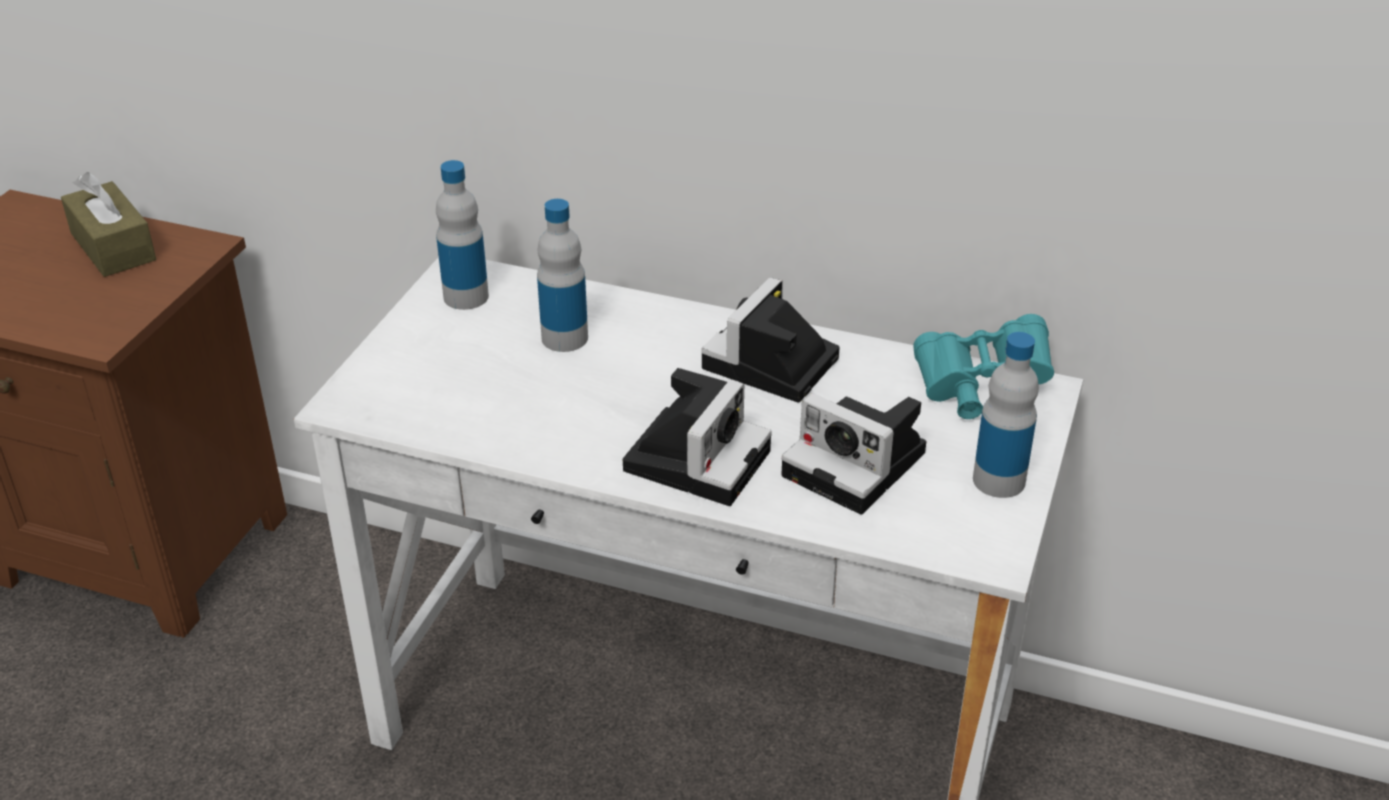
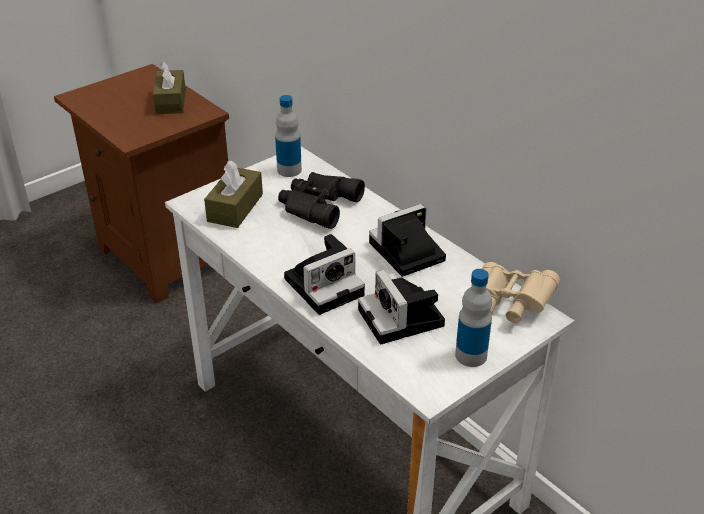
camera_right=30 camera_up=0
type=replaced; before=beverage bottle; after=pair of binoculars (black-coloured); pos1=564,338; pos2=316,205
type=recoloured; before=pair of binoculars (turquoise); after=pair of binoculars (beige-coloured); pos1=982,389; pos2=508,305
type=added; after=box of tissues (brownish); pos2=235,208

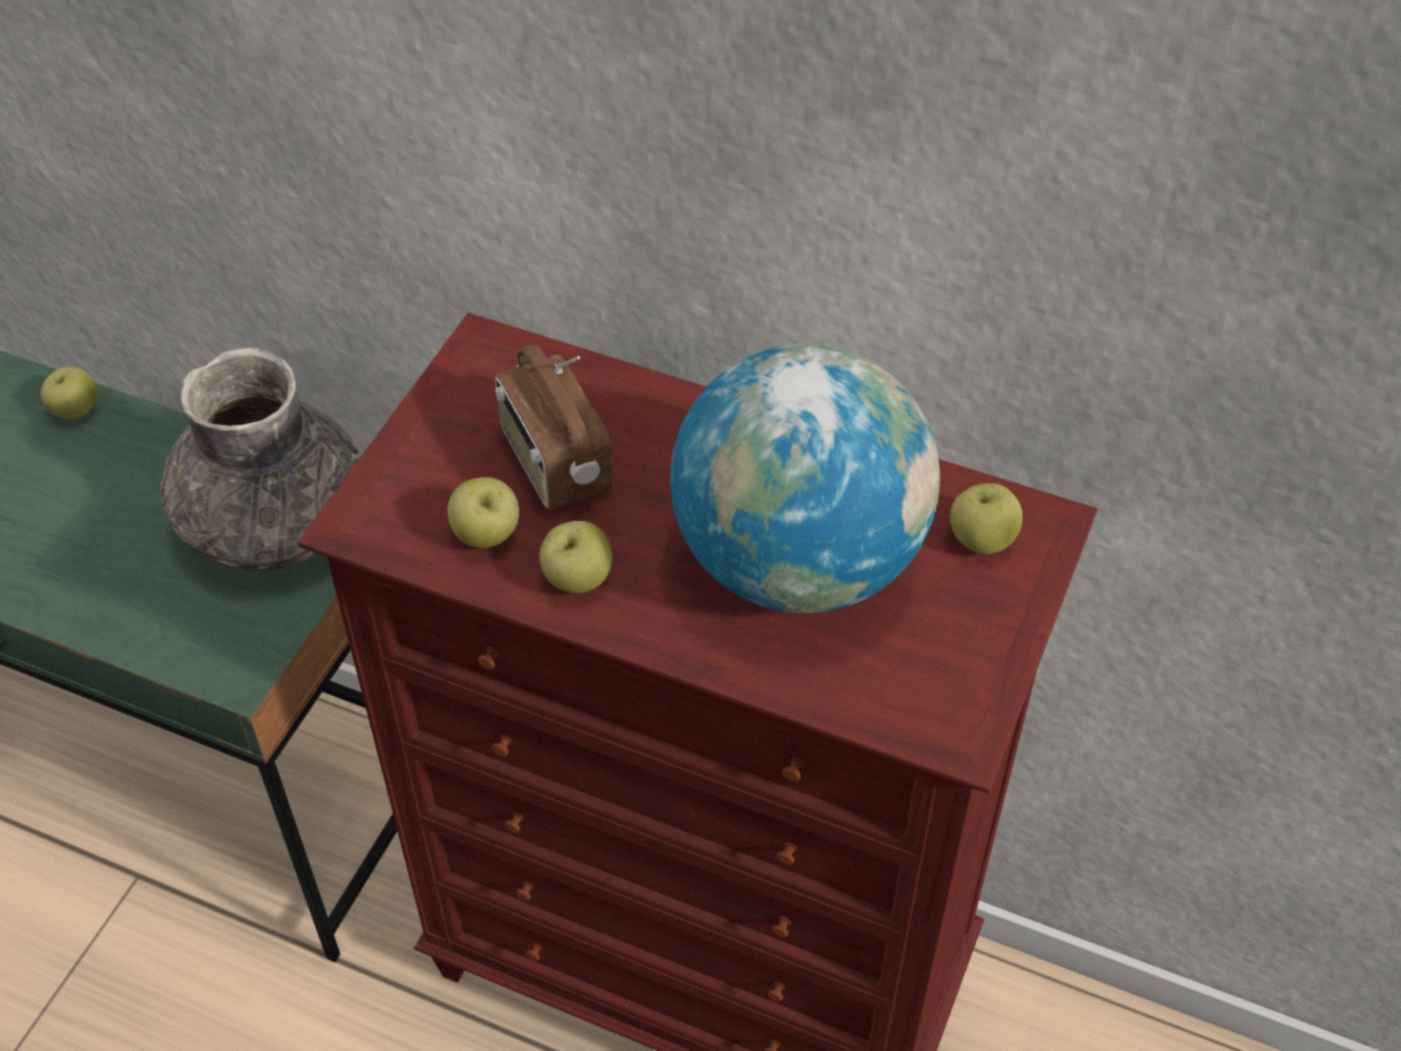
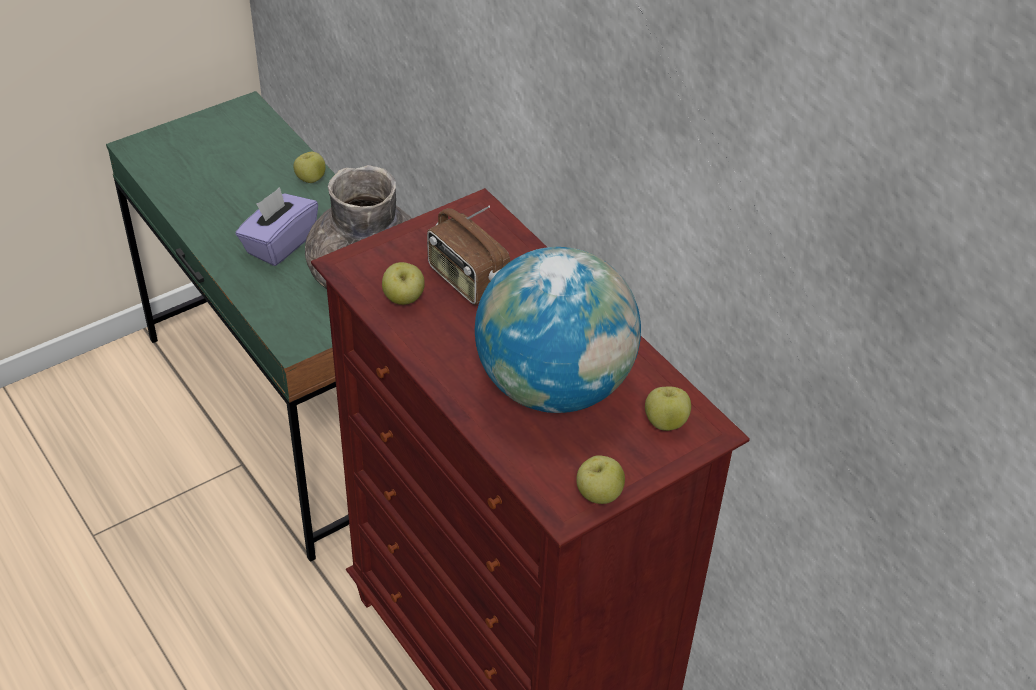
camera_right=30 camera_up=-5
type=turned; before=radio set; pos1=554,463; pos2=466,280; turn=-45
type=moved; before=apple fruit; pos1=578,580; pos2=598,495
type=added; after=box of tissues (purple-coloured); pos2=279,244

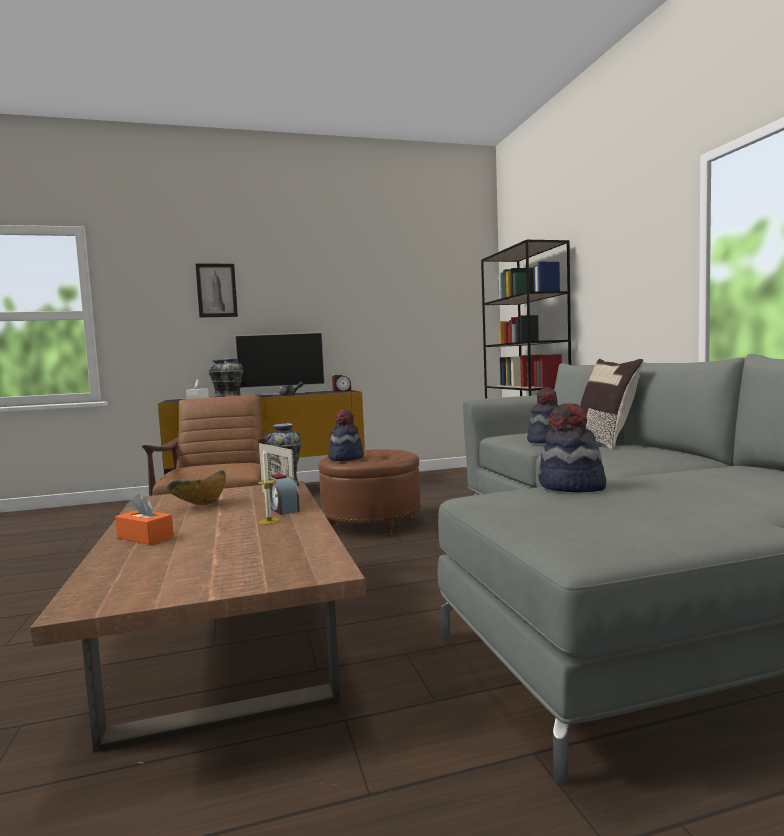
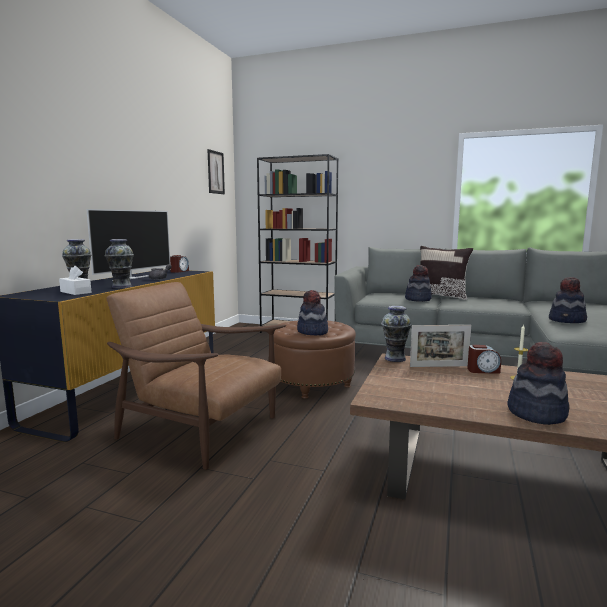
camera_right=-55 camera_up=5
type=moved; before=picture; pos1=216,290; pos2=215,172
type=removed; before=bowl; pos1=200,505
type=replaced; before=box of tissues (orange); after=wearable hat; pos1=145,537; pos2=536,413

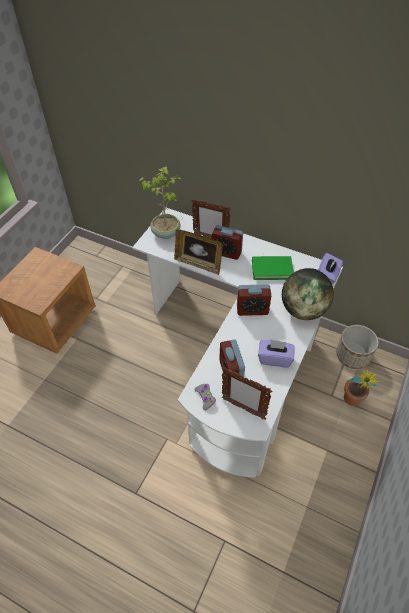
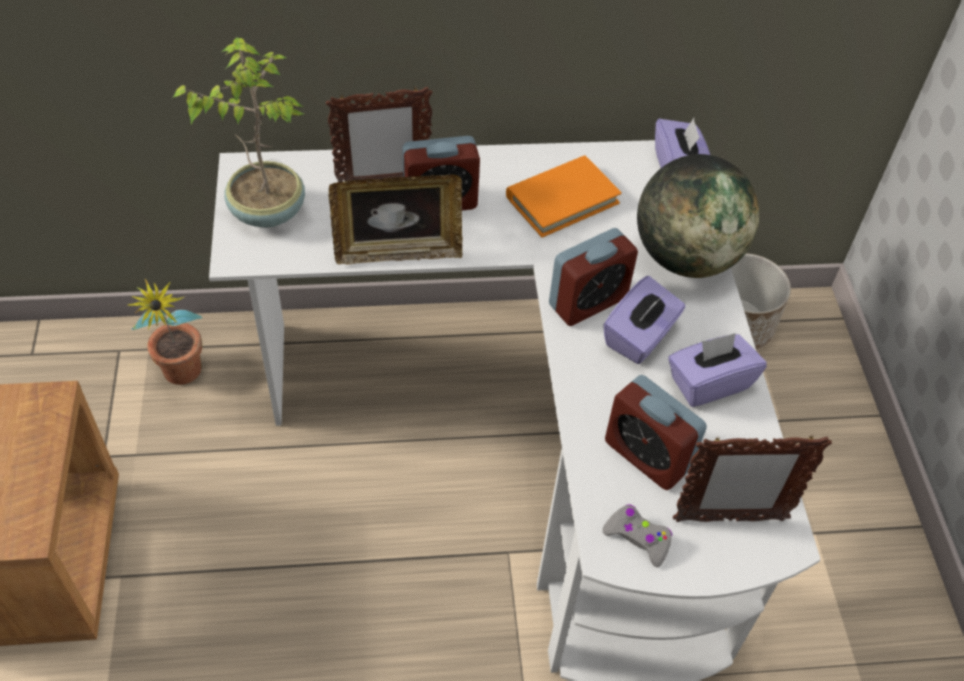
camera_right=-35 camera_up=0
type=recoloured; before=book (green); after=book (orange); pos1=272,269; pos2=562,200
type=moved; before=houseplant; pos1=351,403; pos2=182,379
type=added; after=box of tissues (purple-coloured); pos2=640,337

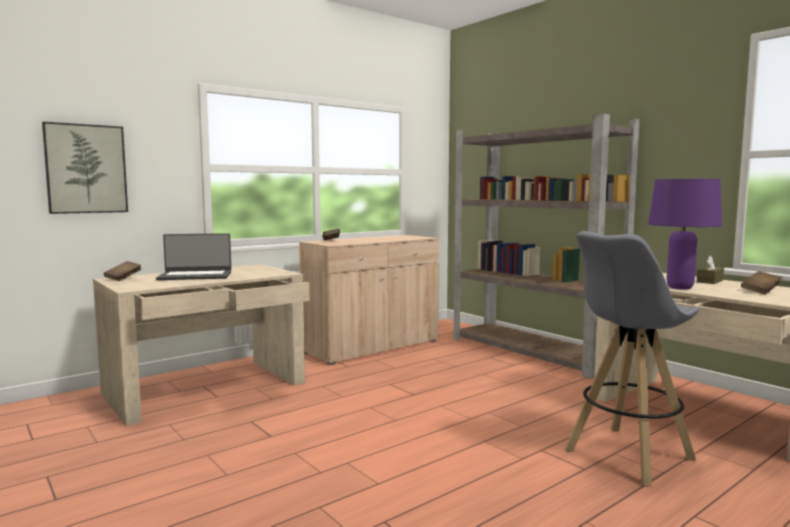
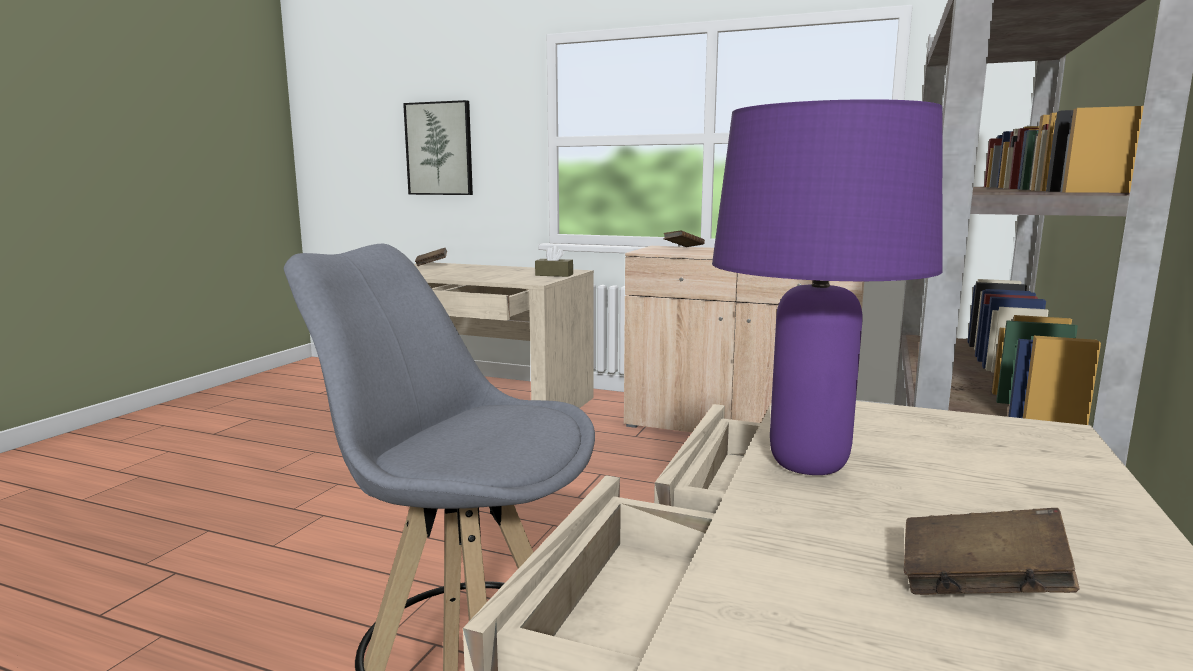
camera_right=60 camera_up=5
type=removed; before=notebook computer; pos1=195,276
type=moved; before=box of tissues (brownish); pos1=709,281; pos2=554,275

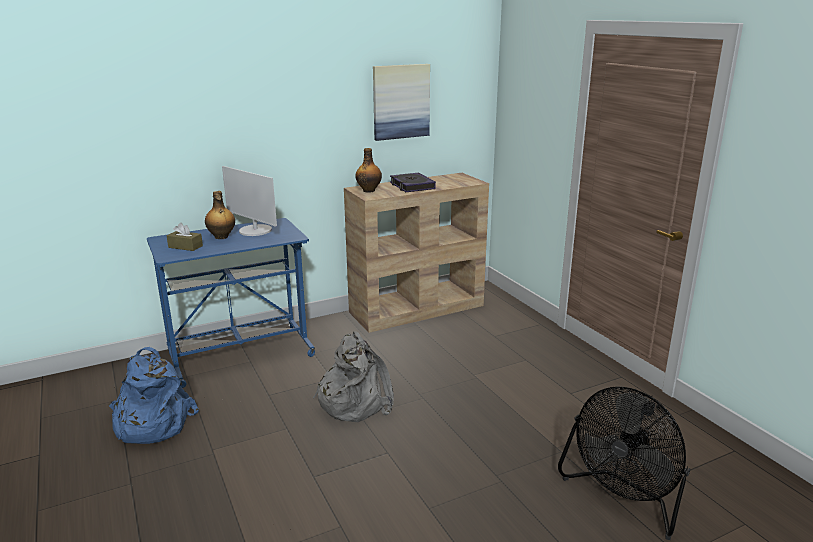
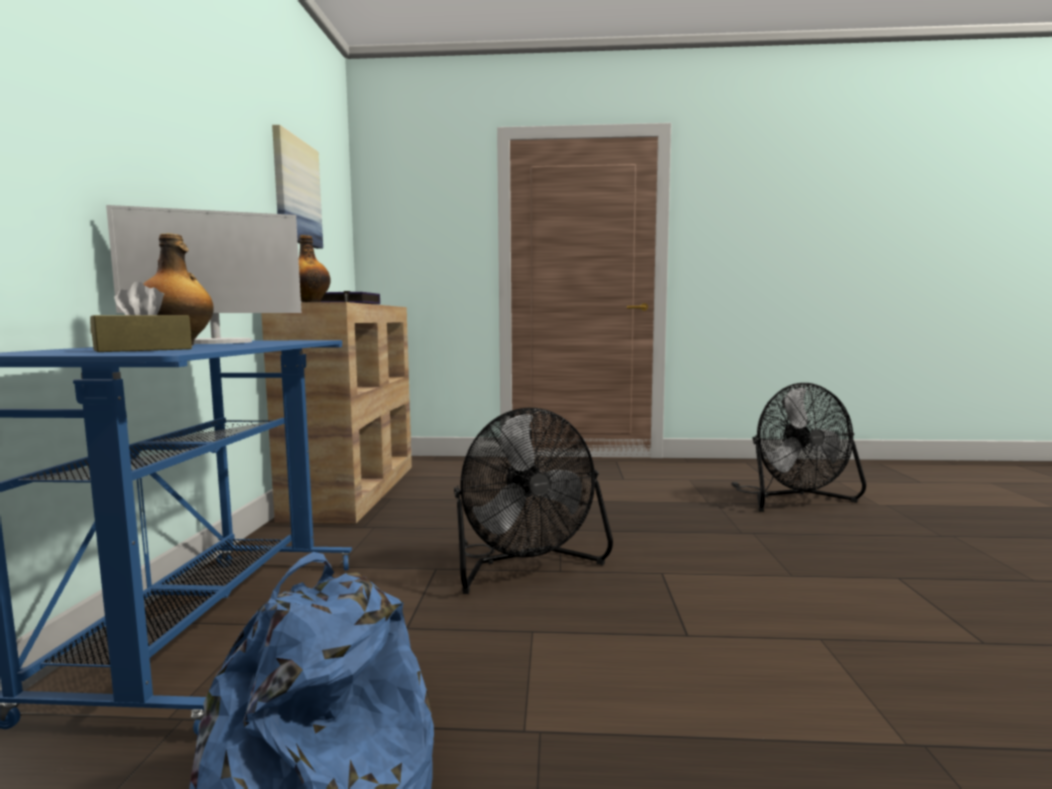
camera_right=-60 camera_up=-15
type=replaced; before=backpack (grey); after=fan (black-coloured); pos1=355,401; pos2=519,566

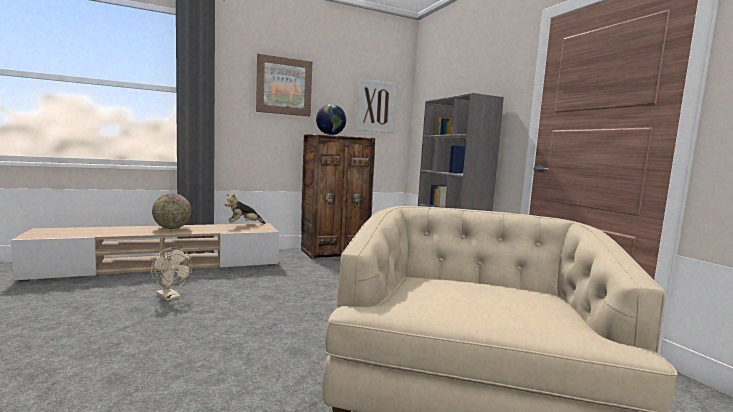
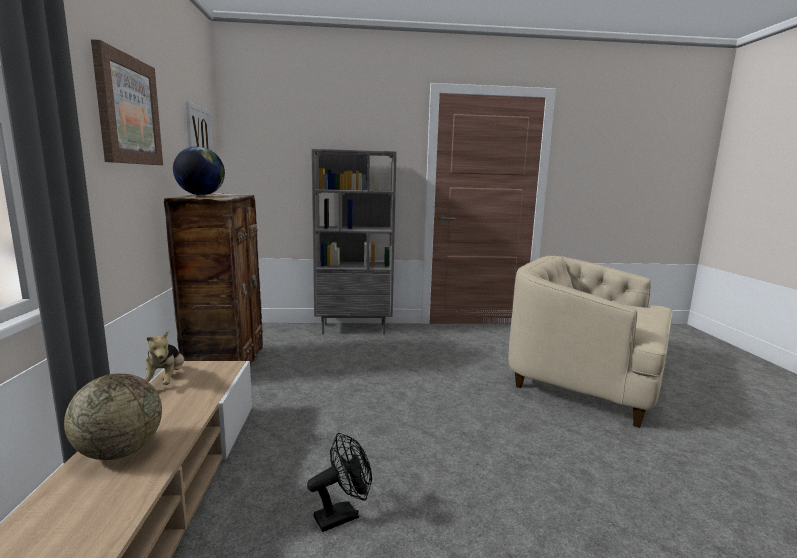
camera_right=-70 camera_up=5
type=recoloured; before=fan (beige-coloured); after=fan (black-coloured); pos1=170,297; pos2=342,515

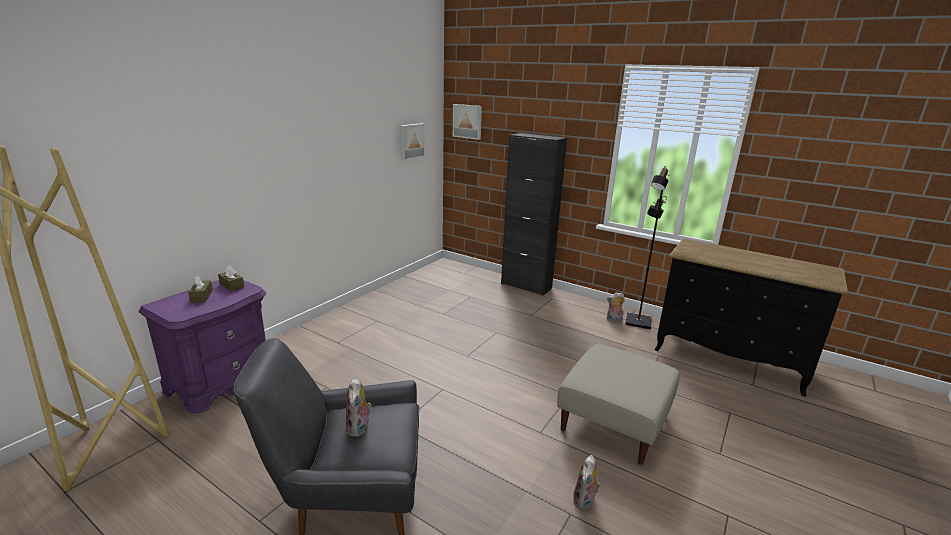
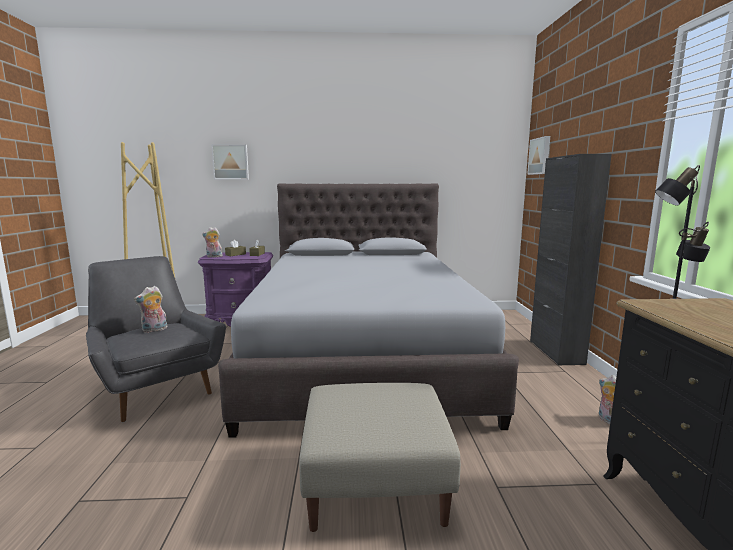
camera_right=55 camera_up=-10
type=moved; before=picture; pos1=411,141; pos2=230,162
type=moved; before=cuddly toy; pos1=585,501; pos2=213,257
type=added; after=bedroom bed (grey); pos2=363,354

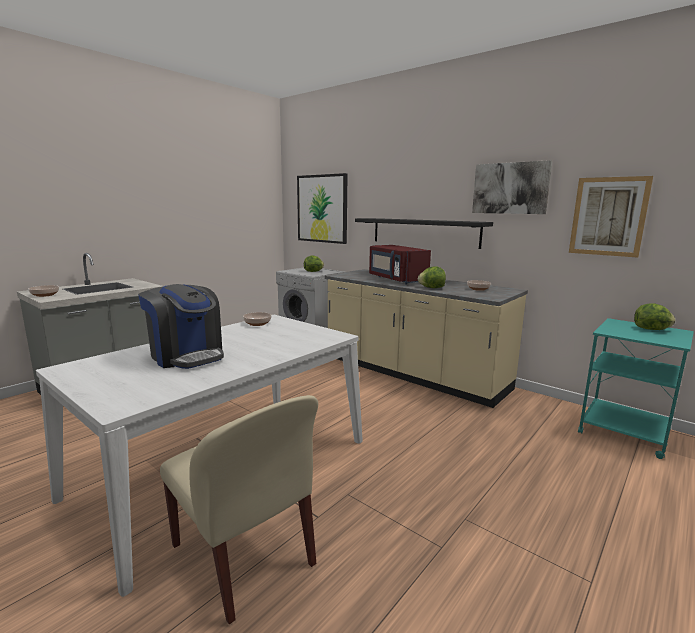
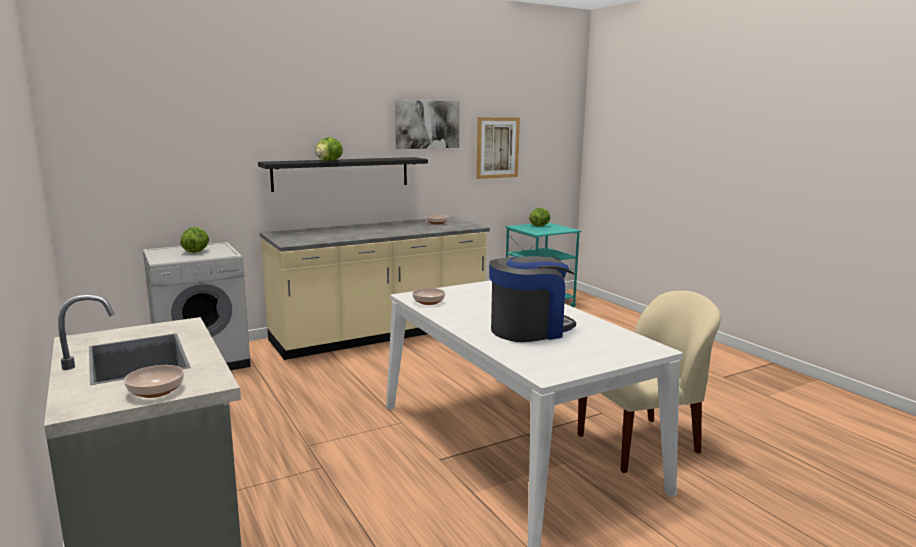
camera_right=-70 camera_up=0
type=removed; before=picture; pos1=322,208
type=removed; before=kitchen microwave (red-coloured); pos1=396,279
type=moved; before=lettuce head; pos1=431,288; pos2=328,161

